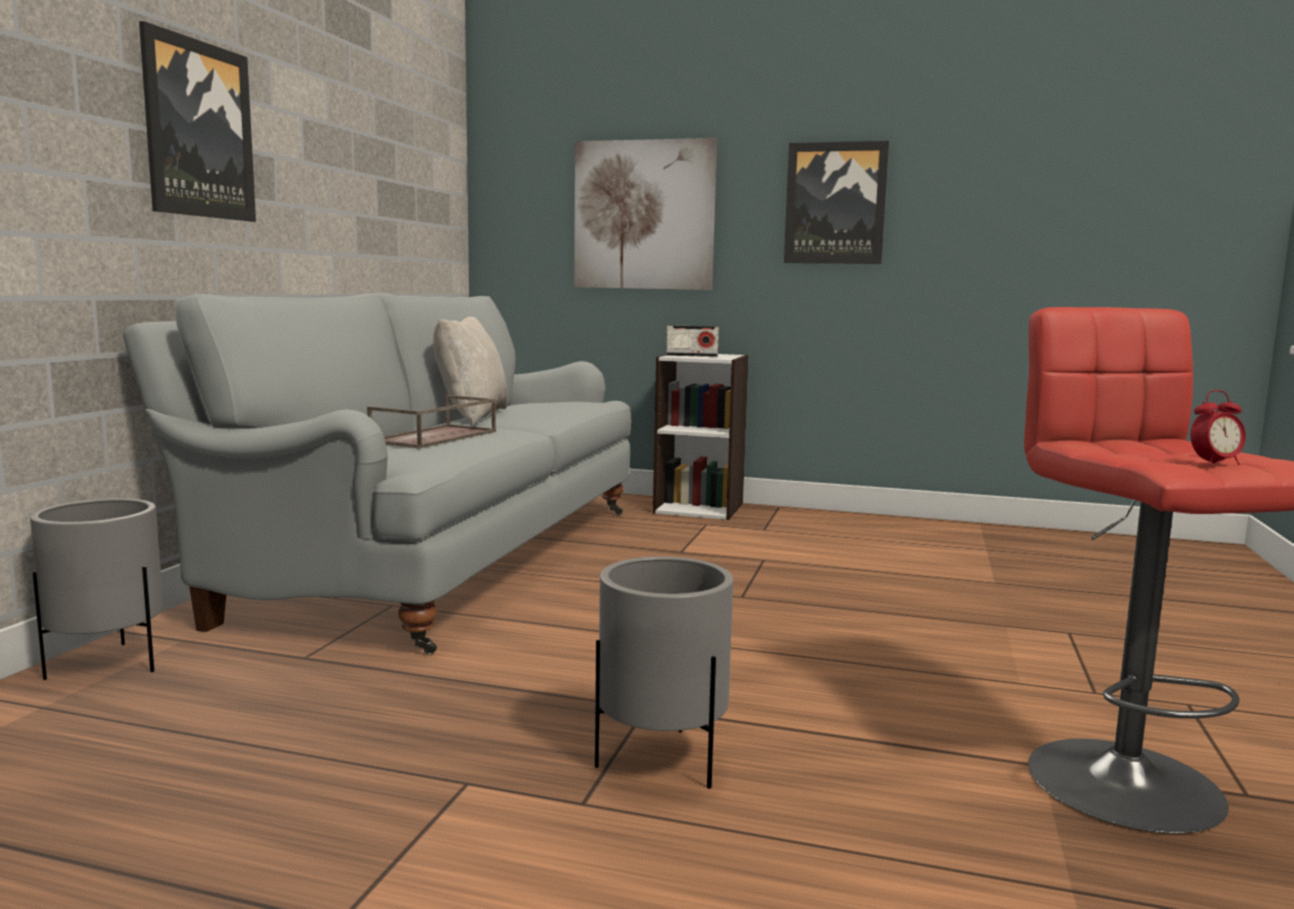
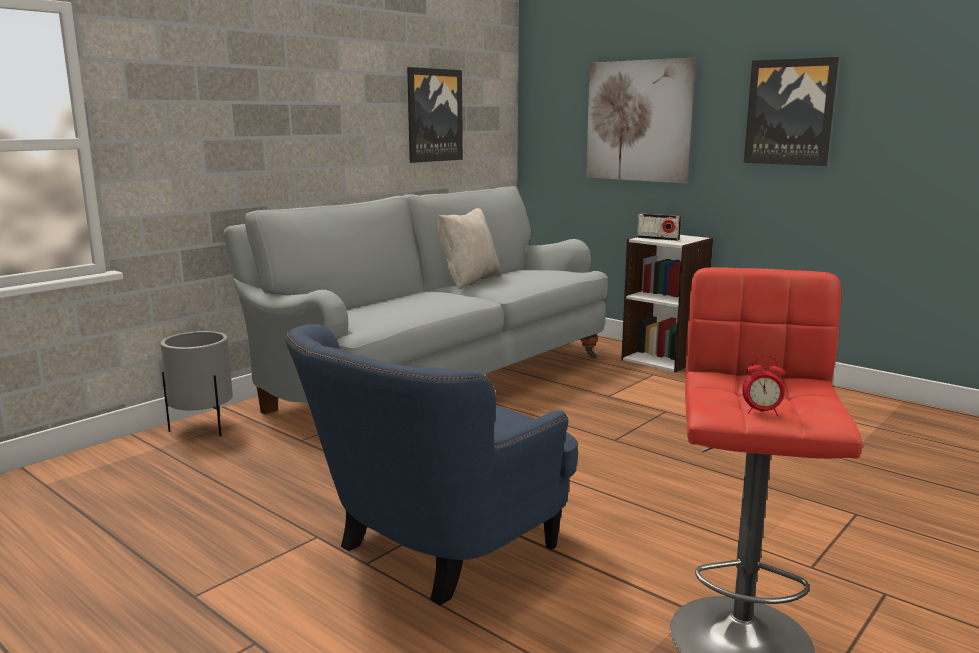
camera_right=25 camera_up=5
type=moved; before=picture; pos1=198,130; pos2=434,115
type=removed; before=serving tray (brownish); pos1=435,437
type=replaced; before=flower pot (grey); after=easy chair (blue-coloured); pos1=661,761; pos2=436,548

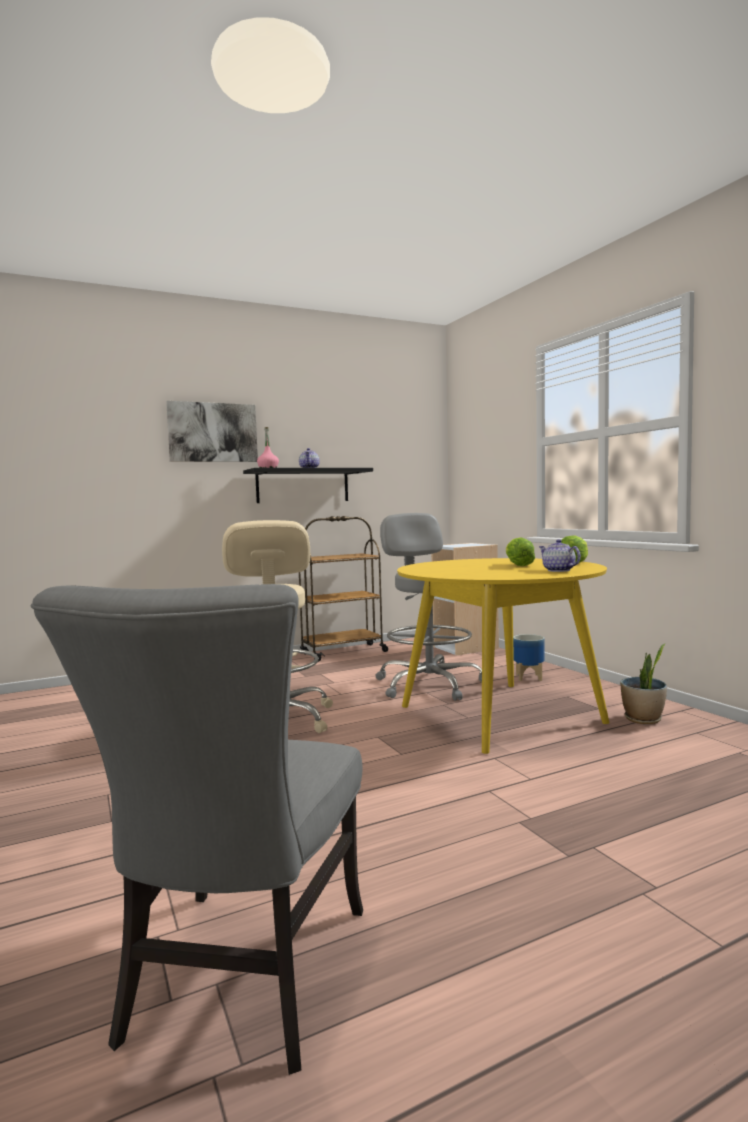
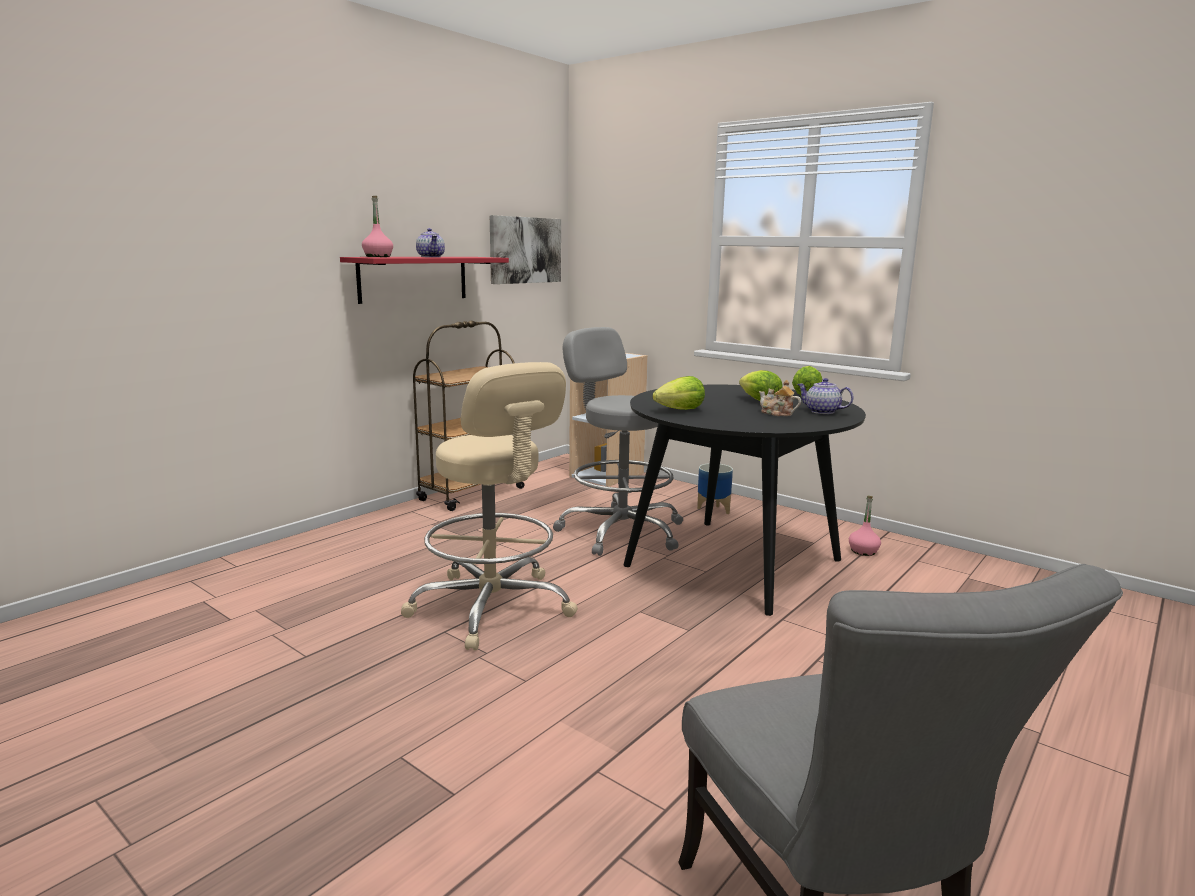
camera_right=-25 camera_up=10
type=moved; before=picture; pos1=213,432; pos2=525,250
type=recoloured; before=bracket shelf (black-coloured); after=bracket shelf (red-coloured); pos1=303,486; pos2=413,278
type=recoloured; before=kitchen table (yellow); after=kitchen table (black-coloured); pos1=500,715; pos2=733,563
type=replaced; before=houseplant; after=beverage bottle (pink-coloured); pos1=643,719; pos2=863,551
type=added; after=lettuce head; pos2=680,410
type=added; after=tea pot; pos2=777,413

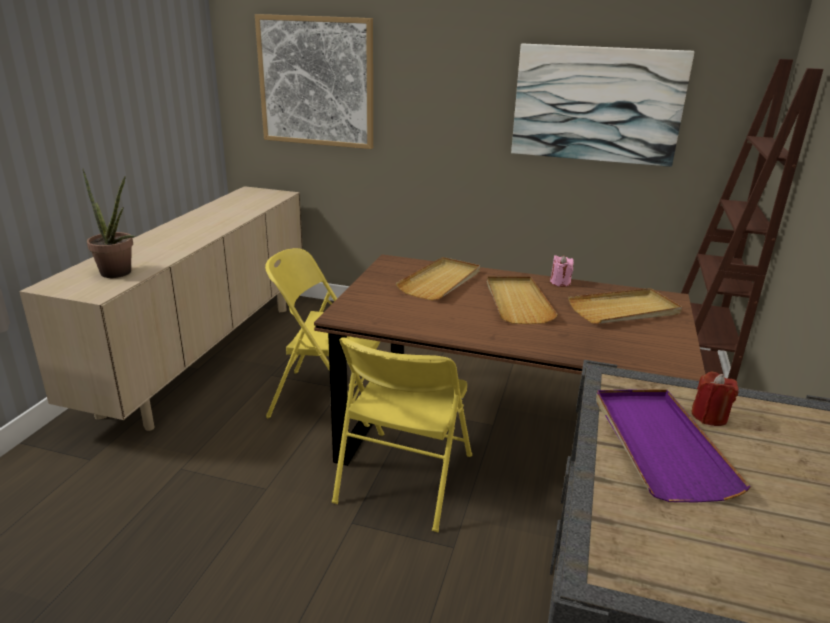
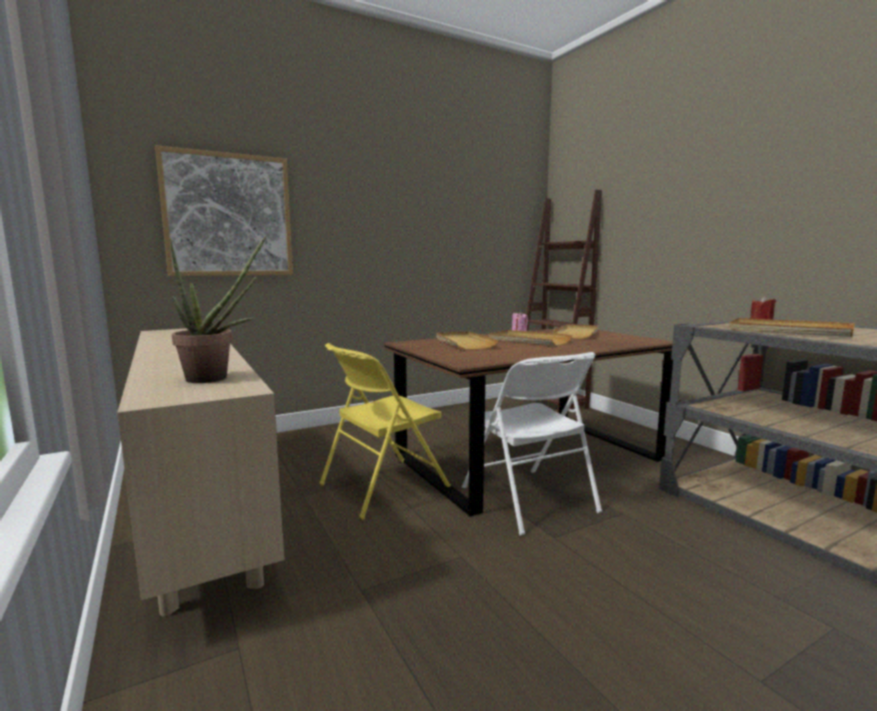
camera_right=-45 camera_up=-15
type=removed; before=picture; pos1=597,104
type=recoloured; before=chair (yellow); after=chair (white-coloured); pos1=405,478; pos2=527,499
type=recoloured; before=serving tray (purple-coloured); after=serving tray (beige-coloured); pos1=659,445; pos2=788,331

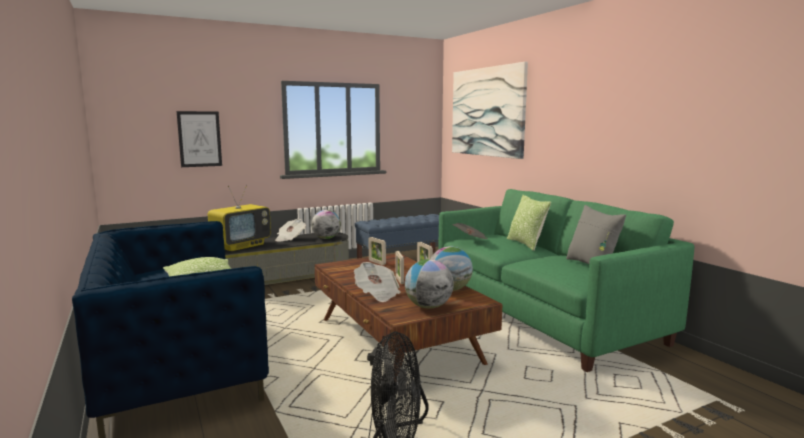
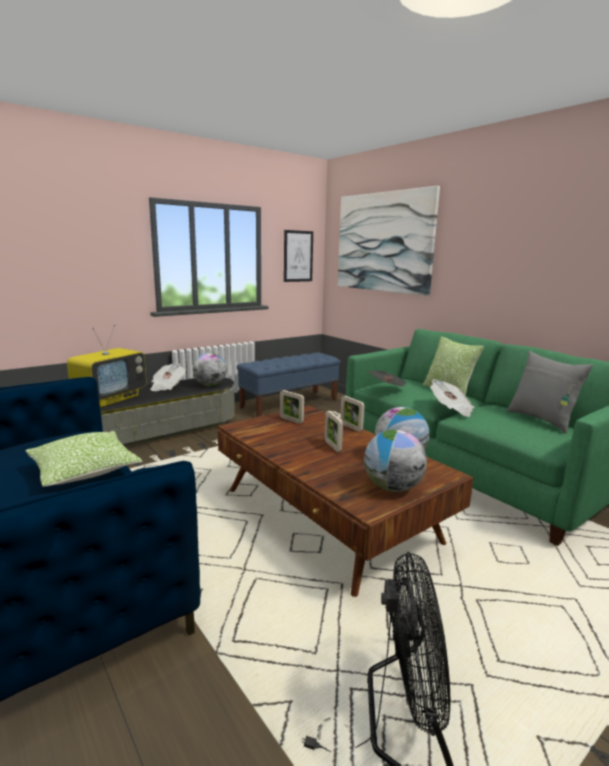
camera_right=-10 camera_up=5
type=moved; before=picture; pos1=199,139; pos2=298,256
type=moved; before=daily paper; pos1=377,294; pos2=451,409

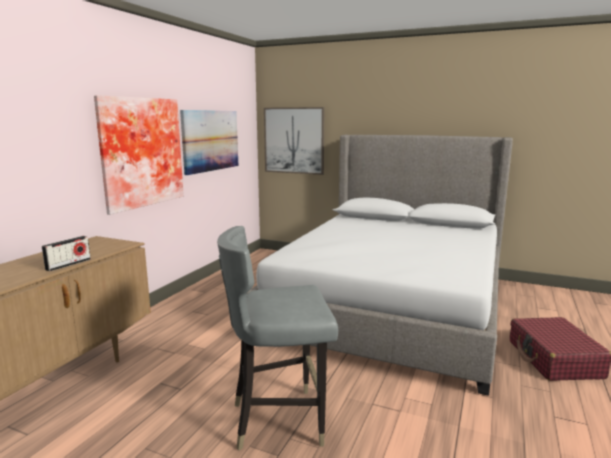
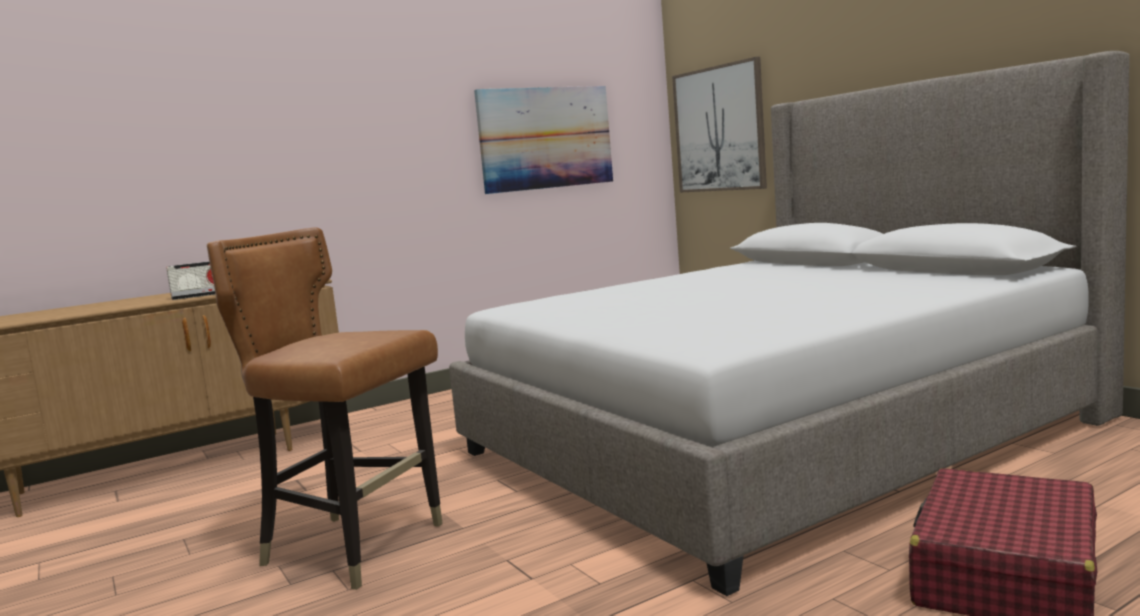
camera_right=35 camera_up=-5
type=removed; before=picture; pos1=140,152
type=recoloured; before=chair (grey); after=chair (brownish); pos1=279,420; pos2=354,547

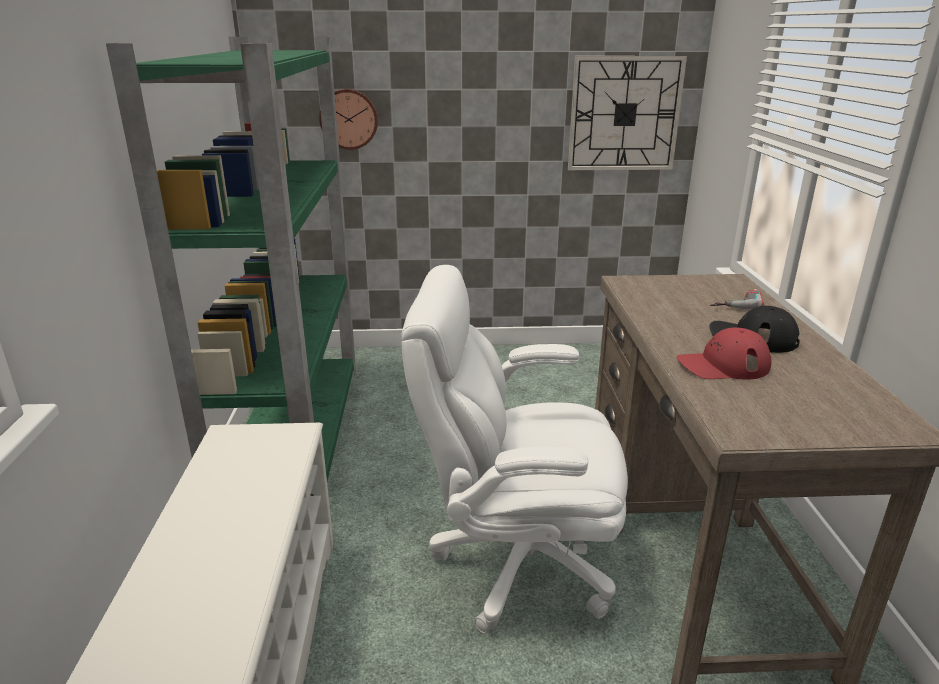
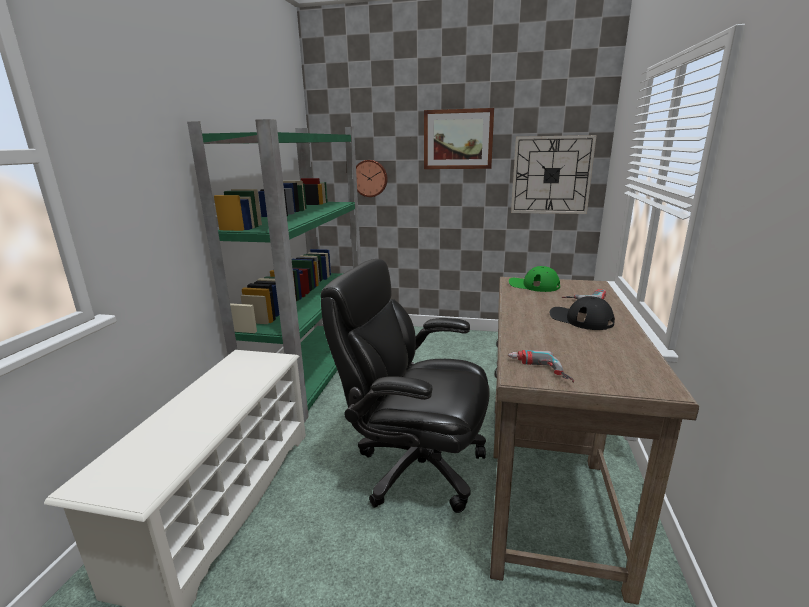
camera_right=15 camera_up=-5
type=recoloured; before=desk chair (white-coloured); after=desk chair (black-coloured); pos1=515,561; pos2=415,465
type=removed; before=peaked cap (red-coloured); pos1=722,365
type=added; after=picture; pos2=458,139
type=added; after=peaked cap (green); pos2=533,285
type=added; after=drill; pos2=538,371

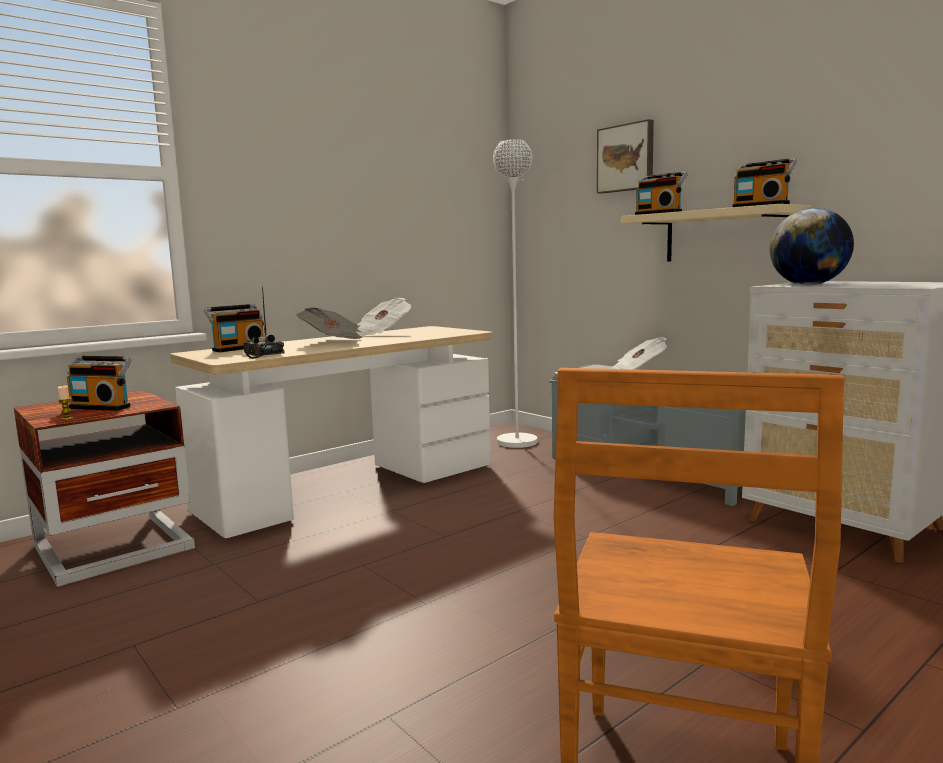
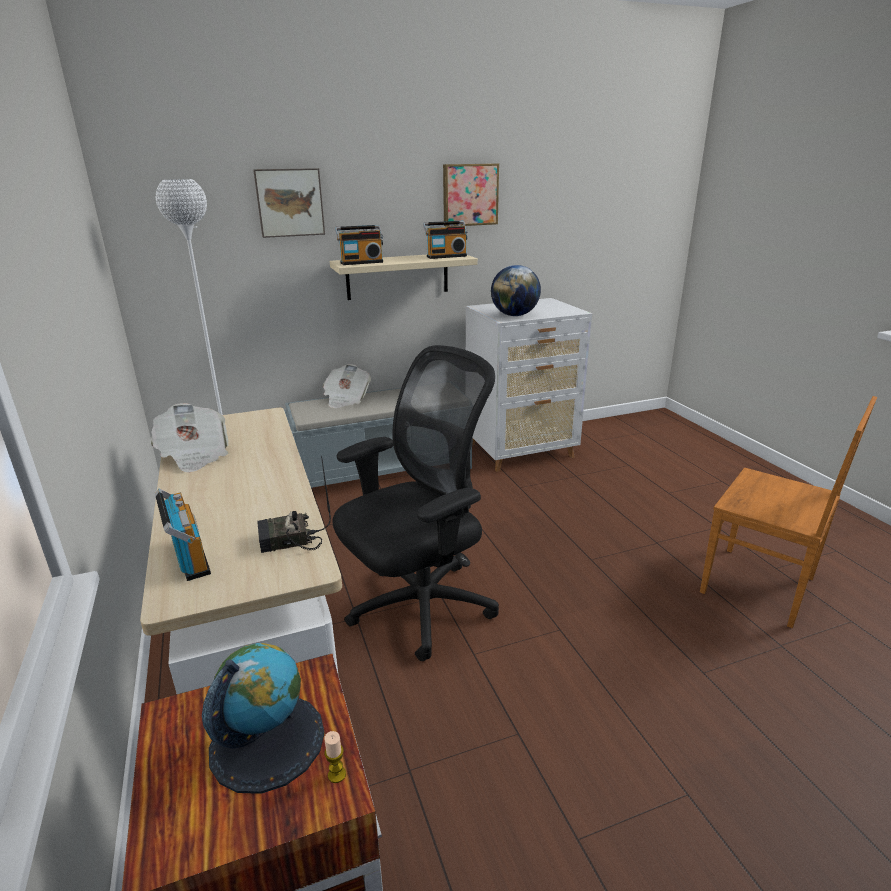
camera_right=-70 camera_up=15
type=removed; before=daily paper; pos1=333,342
type=replaced; before=radio set; after=globe; pos1=102,407; pos2=267,741
type=added; after=picture; pos2=469,195
type=added; after=desk chair (black-coloured); pos2=416,612

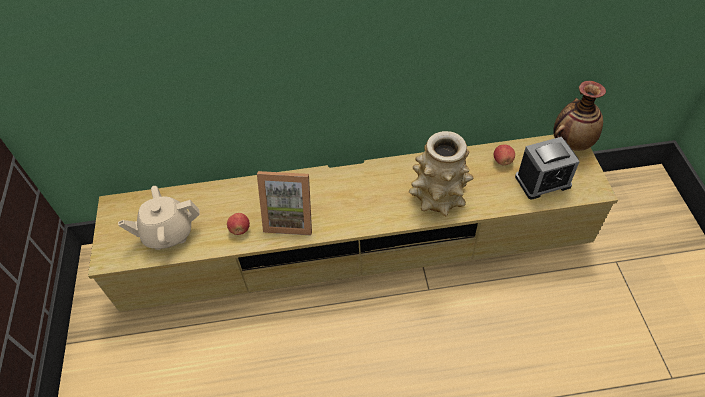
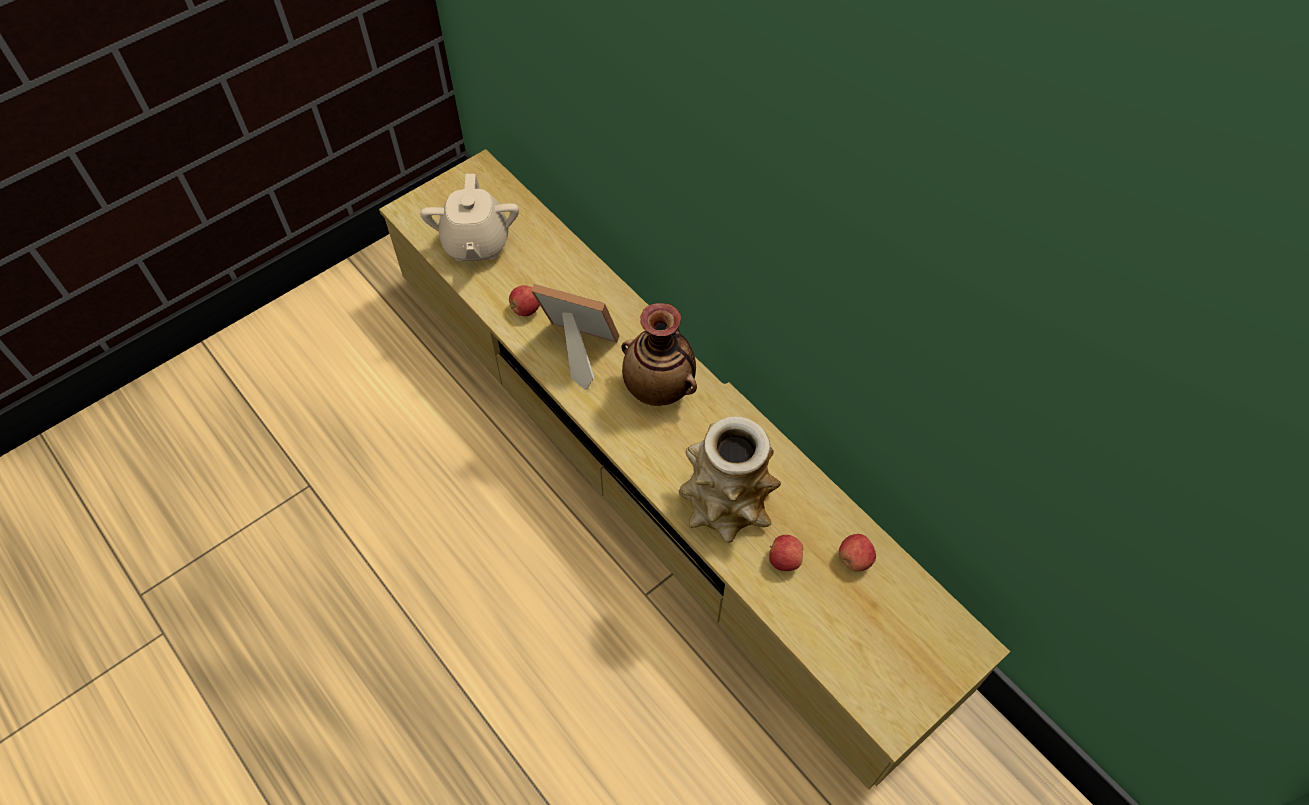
camera_right=55 camera_up=5
type=moved; before=decorative vase; pos1=571,142; pos2=659,388
type=removed; before=table clock; pos1=542,181
type=turned; before=standing frame; pos1=290,218; pos2=576,351; turn=135
type=turned; before=tea pot (beige-coloured); pos1=168,233; pos2=476,244; turn=-135
type=added; after=apple fruit; pos2=784,560

